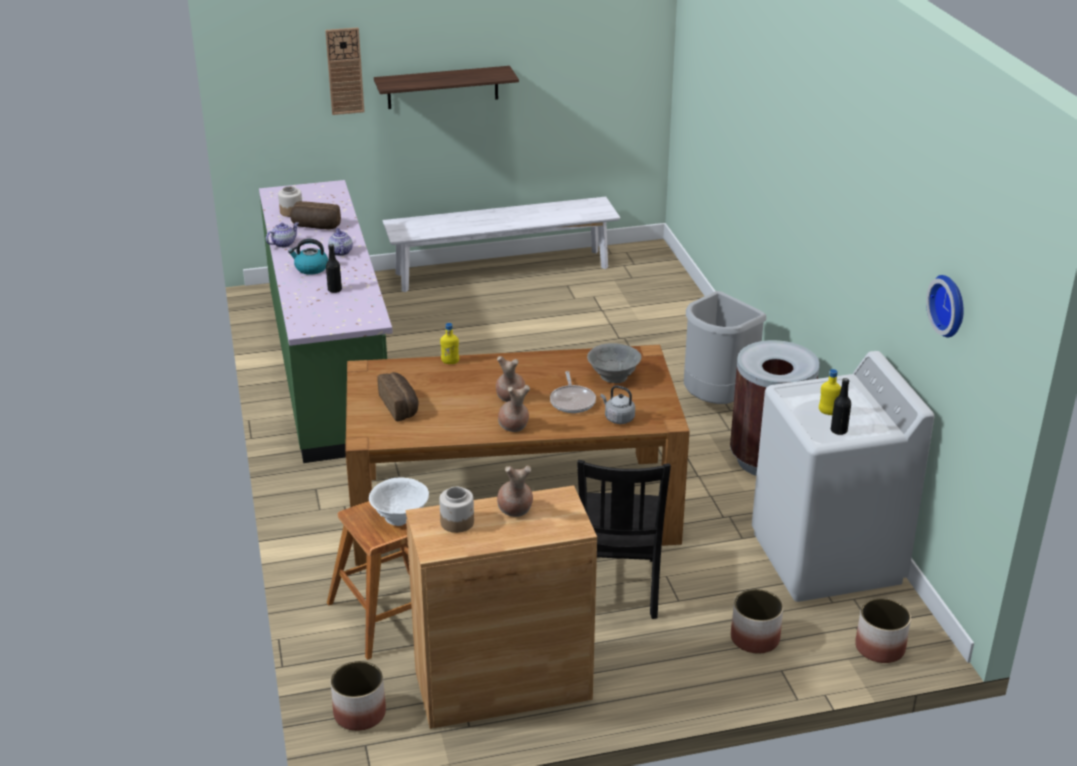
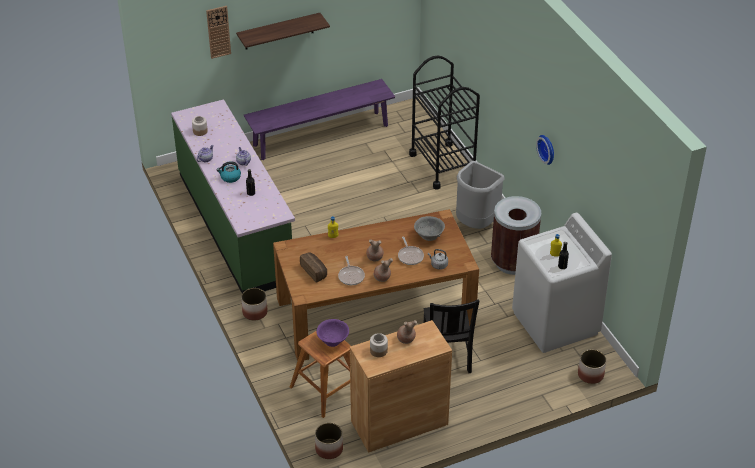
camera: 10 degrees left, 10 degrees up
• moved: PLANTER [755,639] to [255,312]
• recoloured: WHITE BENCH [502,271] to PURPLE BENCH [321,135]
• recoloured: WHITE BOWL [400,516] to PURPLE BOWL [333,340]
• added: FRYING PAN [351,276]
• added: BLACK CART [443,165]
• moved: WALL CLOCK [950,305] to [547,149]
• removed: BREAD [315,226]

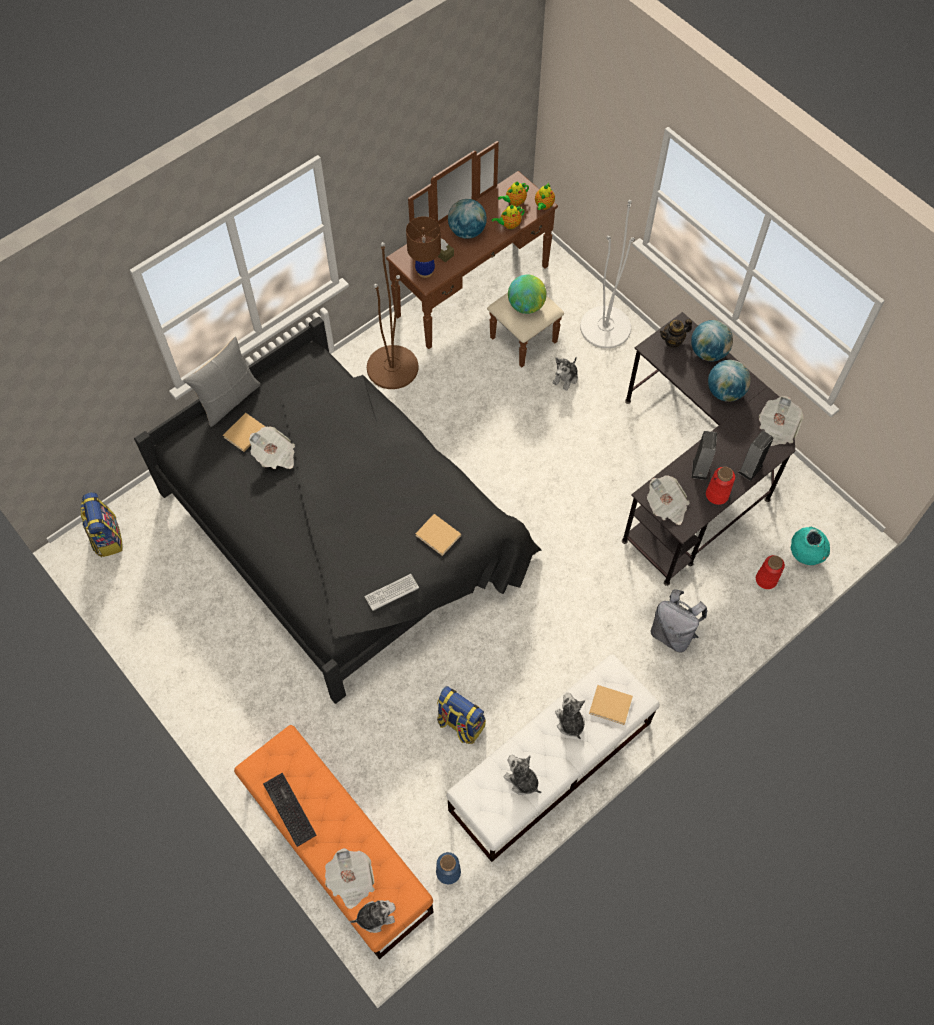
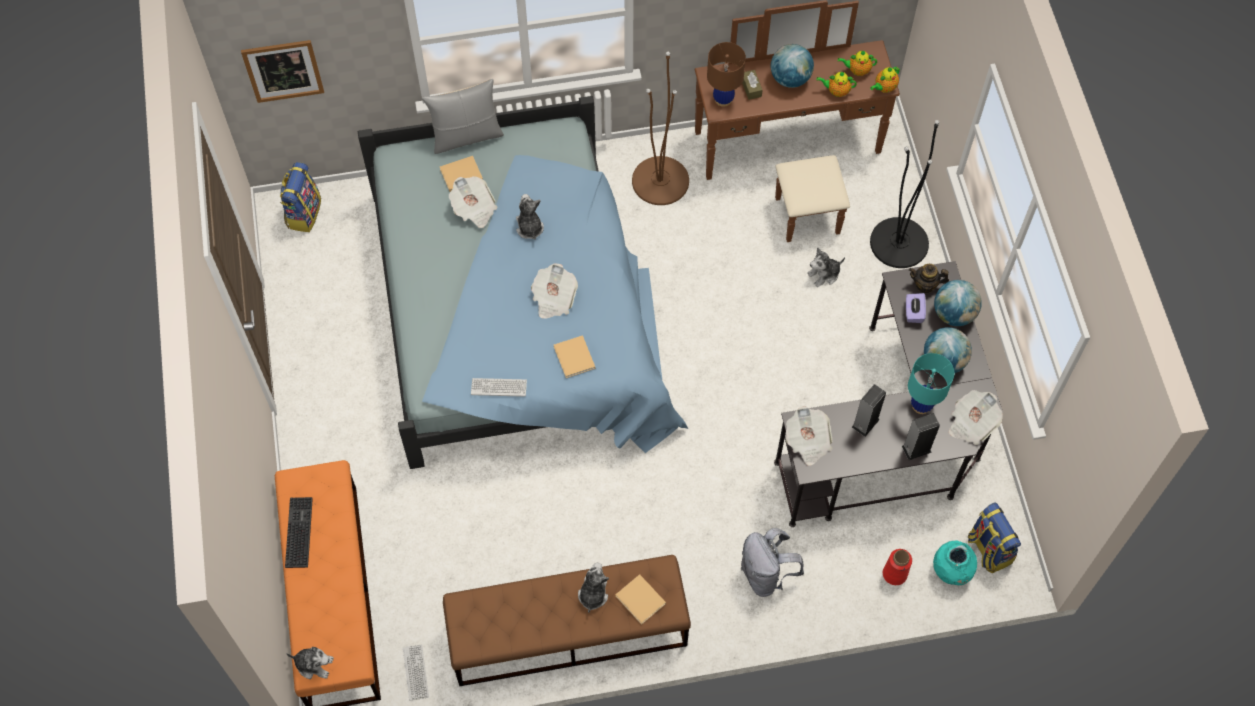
camera: 30 degrees right, 0 degrees up
• added: PICTURE [283,70]
• recoloured: BLACK BED [346,529] to BLUE BED [519,314]
• replaced: BLUE VASE [448,872] to KEYBOARD [415,672]
• recoloured: WHITE BENCH [550,766] to BROWN BENCH [567,632]
• moved: PLUSH TOY [522,780] to [529,227]
• moved: NEWSPAPER [351,881] to [553,299]
• recoloured: WHITE FLOOR LAMP [605,327] to BLACK FLOOR LAMP [899,243]
• added: PURPLE TISSUE BOX [913,313]
• added: TURQUOISE TABLE LAMP [921,405]
• moved: BACKPACK [460,723] to [988,549]
• removed: GLOBE [526,305]
• removed: RED VASE [717,495]

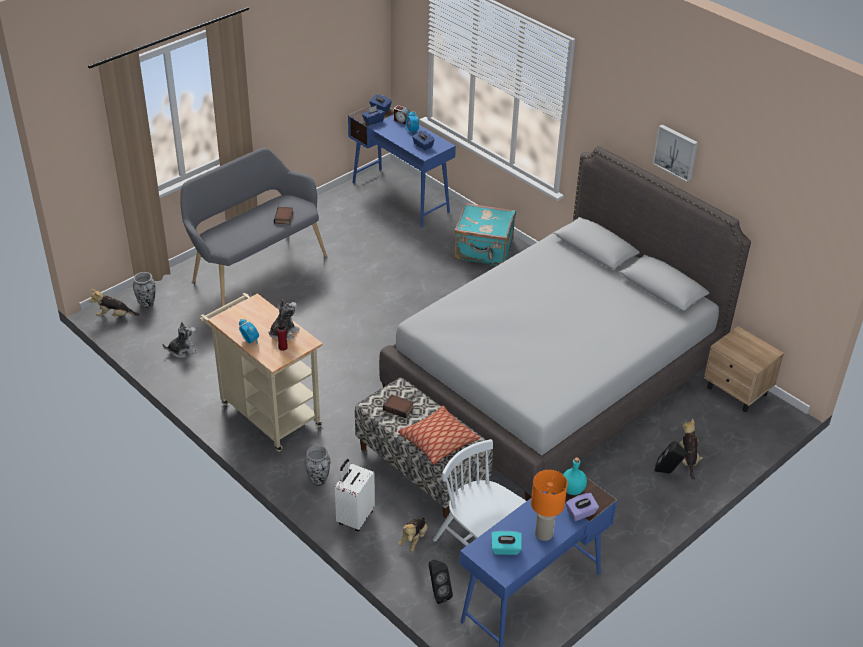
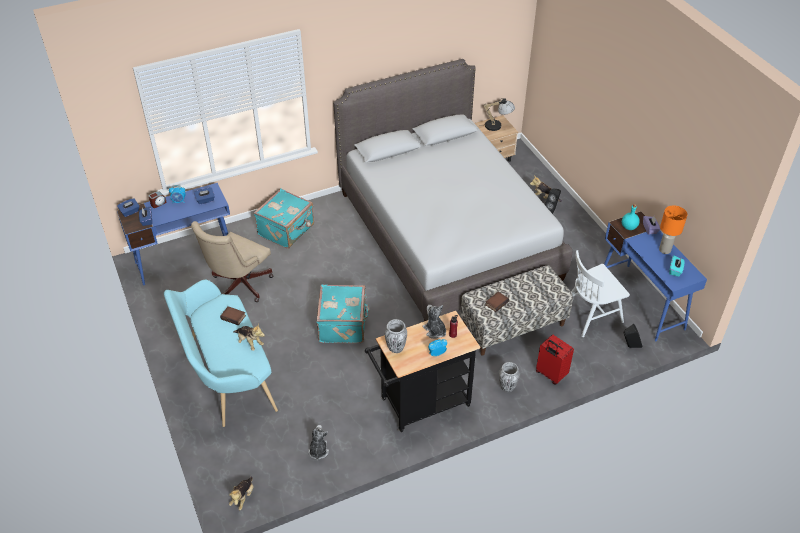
camera: 70 degrees left, 5 degrees up
• recoloured: GREY BENCH [255,267] to TURQUOISE BENCH [227,377]
• added: BEIGE OFFICE CHAIR [238,286]
• moved: PLUSH TOY [414,539] to [250,342]
• added: TURQUOISE SUITCASE [344,325]
• recoloured: BEIGE CART [266,411] to BLACK CART [420,405]
• moved: VASE [147,304] to [396,348]
• added: TABLE LAMP [497,126]
• recoloured: WHITE SUITCASE [355,517] to RED SUITCASE [550,374]
• removed: PILLOW [438,441]
• removed: PICTURE [676,152]

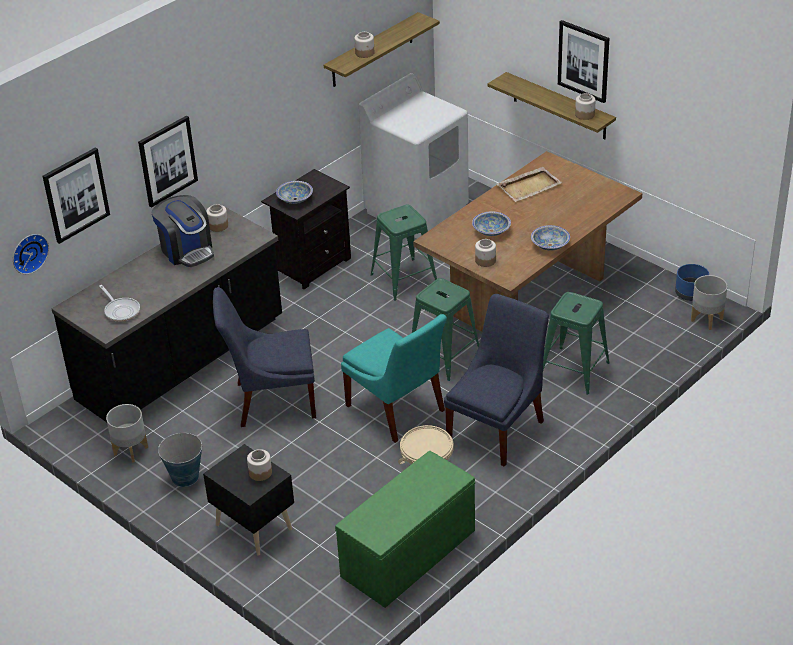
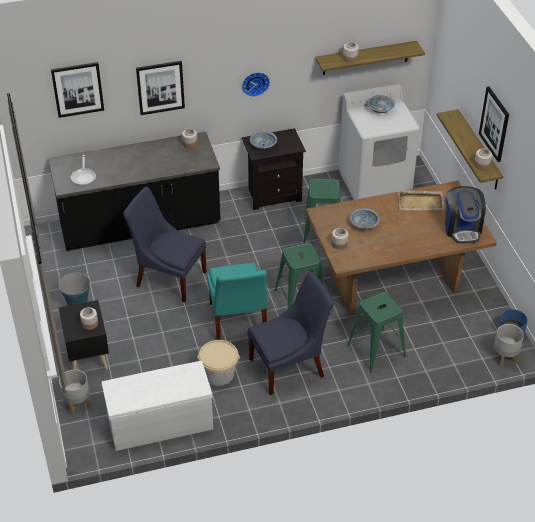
camera: 30 degrees right, 5 degrees up
• moved: GREY PLANTER [131,450] to [77,403]
• recoloured: GREEN BENCH [408,554] to WHITE BENCH [159,423]
• moved: WALL CLOCK [28,252] to [255,83]
• moved: BOWL [550,245] to [380,109]
• moved: COFFEE MACHINE [187,250] to [462,228]

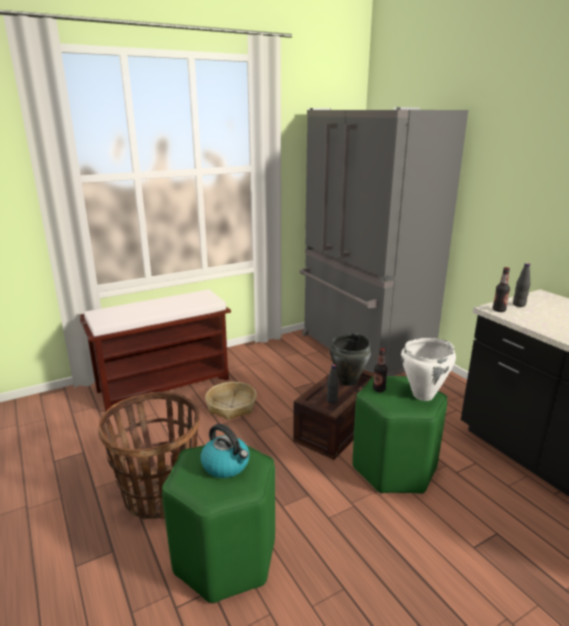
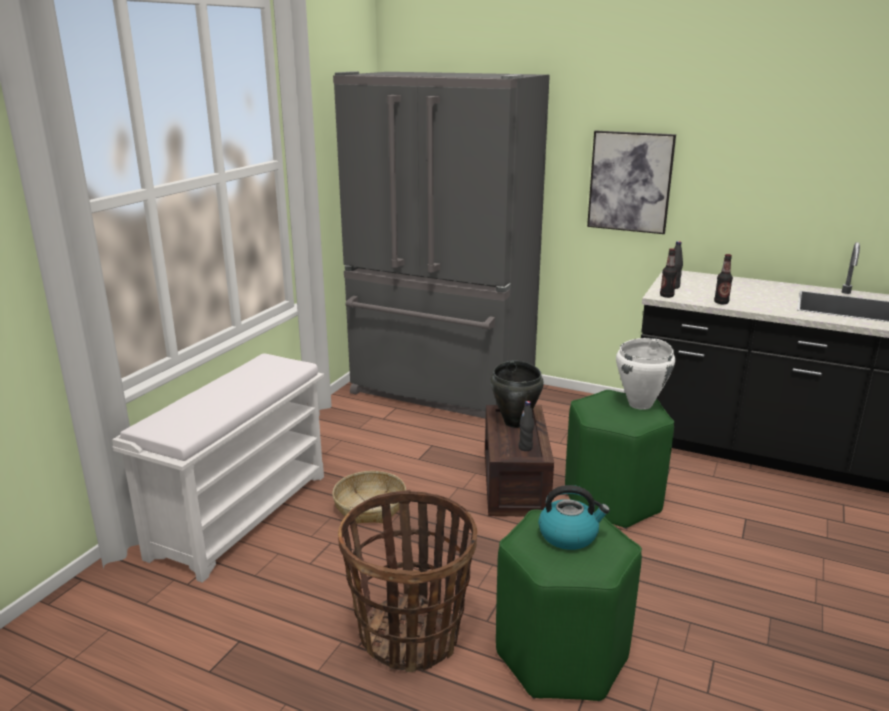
camera: 35 degrees left, 0 degrees up
• recoloured: BROWN BENCH [165,384] to WHITE BENCH [241,514]
• added: PICTURE [630,182]
• moved: BOTTLE [379,389] to [721,302]

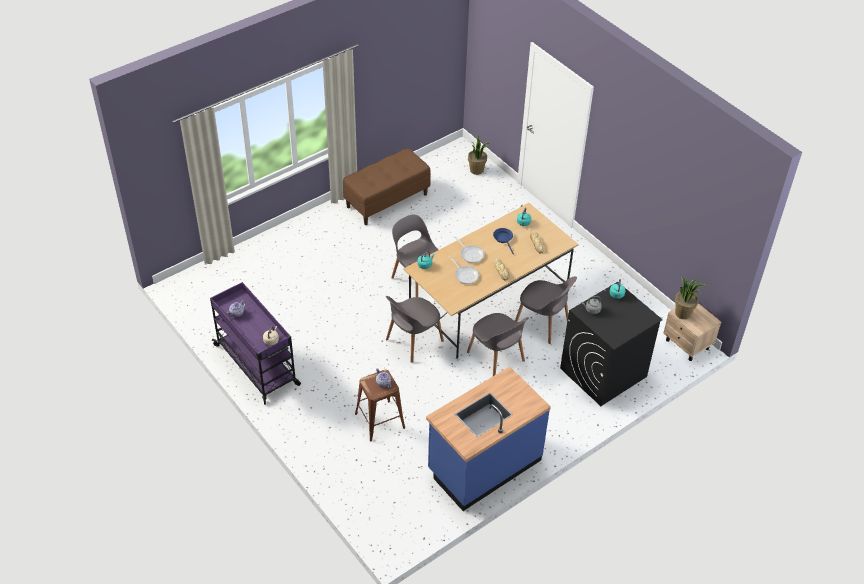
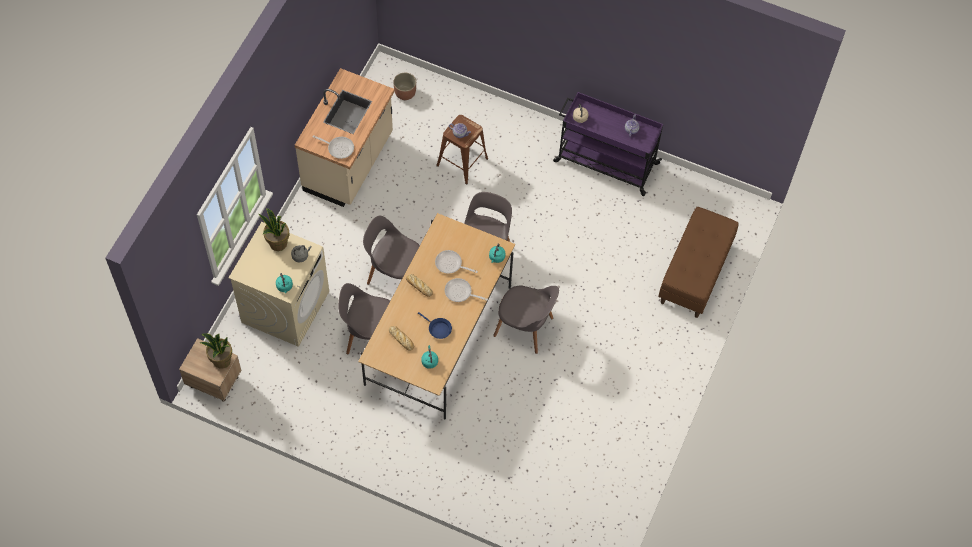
camera: 150 degrees right, 15 degrees up
• recoloured: BLACK WASHING MACHINE [603,373] to BEIGE WASHING MACHINE [285,306]
• moved: POTTED PLANT [477,170] to [278,243]
• recoloured: BLUE COUNTER [484,465] to BEIGE COUNTER [349,163]
• added: FRYING PAN [338,148]
• added: PLANTER [405,93]
• moved: BROWN BENCH [387,200] to [695,274]

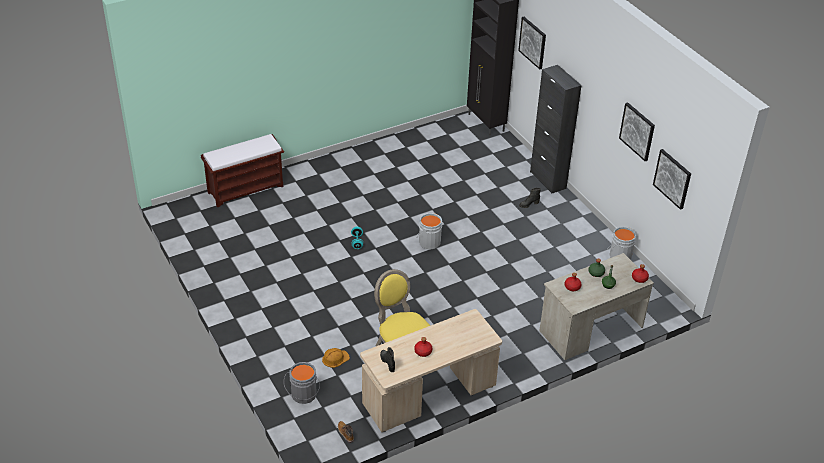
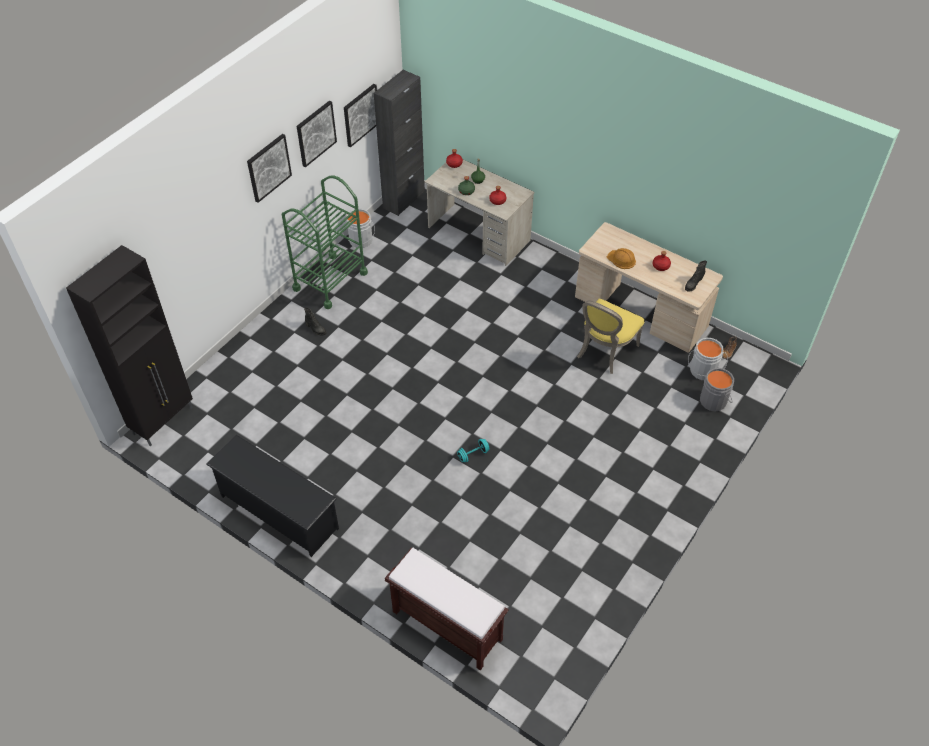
camera: 115 degrees left, 10 degrees up
• added: BLACK SHOE RACK [278,512]
• moved: PICTURE [533,42] to [268,167]
• added: GREEN CART [330,281]
• moved: BLACK CABINET [548,180] to [404,200]
• moved: ORANGE HARD HAT [335,358] to [621,259]
• moved: GREY BUCKET [428,241] to [703,371]

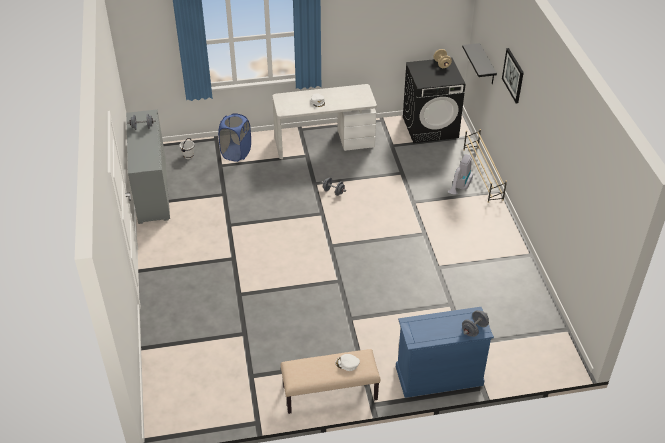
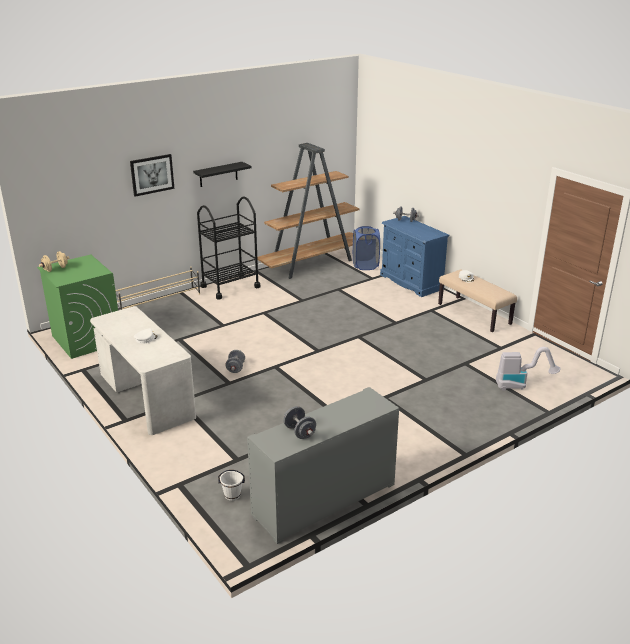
camera: 115 degrees left, 15 degrees down
• recoloured: BLACK WASHING MACHINE [430,127] to GREEN WASHING MACHINE [86,339]
• moved: BLACK SHELF [487,65] to [218,174]
• added: BLACK CART [230,287]
• added: BROWN BOOKCASE [312,263]
• moved: BLUE LAUNDRY BASKET [236,153] to [365,265]
• moved: VACUUM CLEANER [459,188] to [521,385]

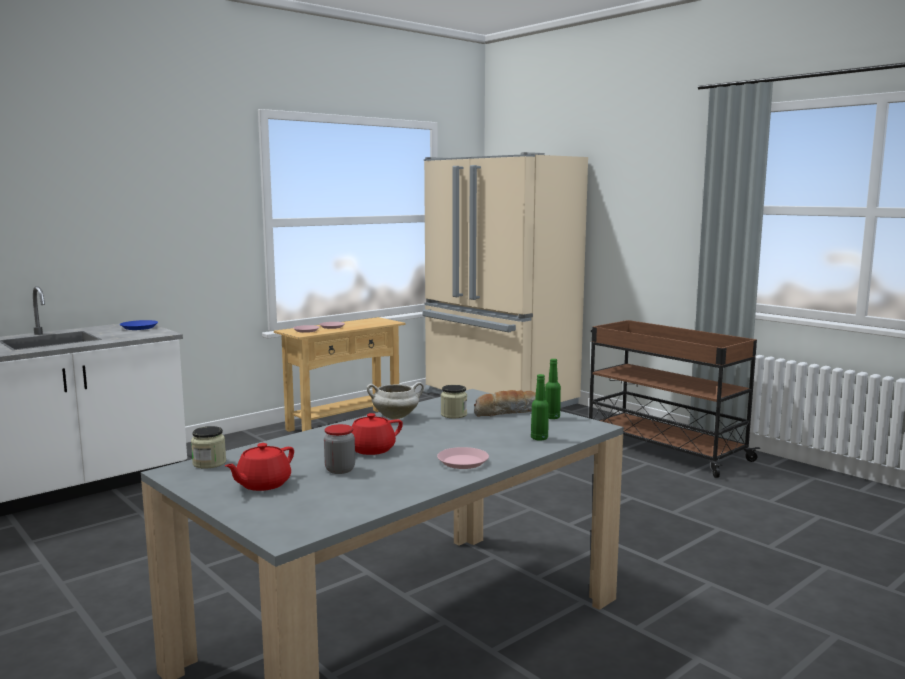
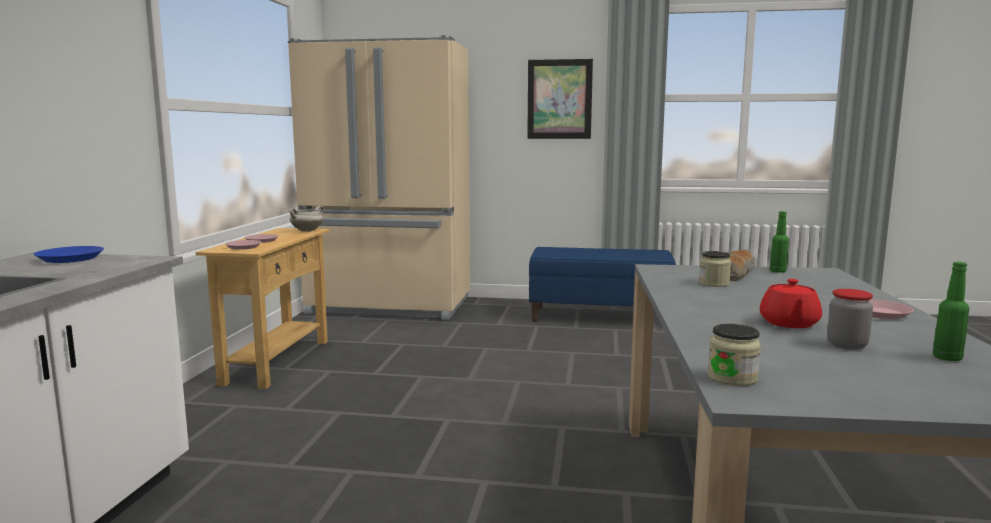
camera: 40 degrees left, 0 degrees up
• moved: WHITE COOKING POT [396,417] to [307,231]
• added: PICTURE [559,99]
• replaced: BROWN CART [662,448] to BLUE BENCH [600,316]
• moved: GREEN BOTTLE [539,438] to [947,358]
• removed: RED TEAPOT [262,484]

